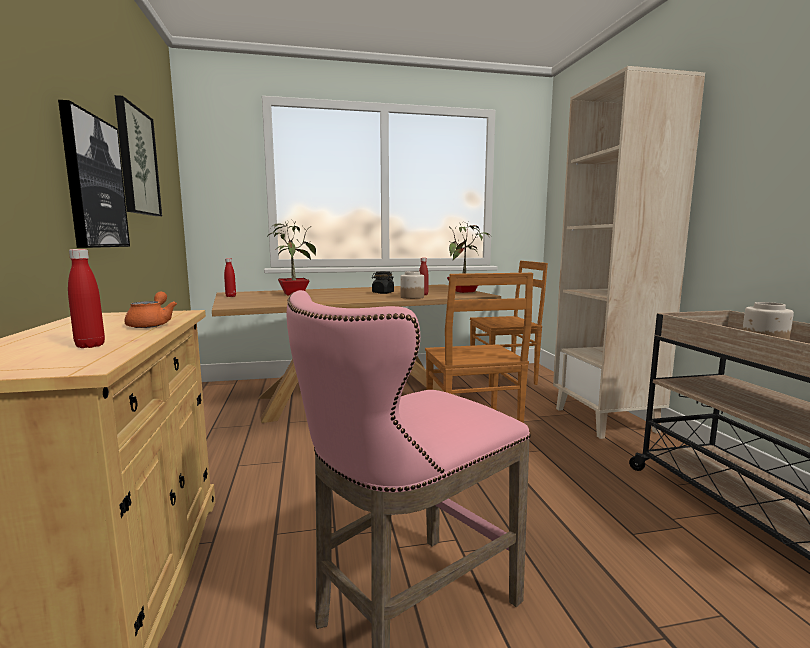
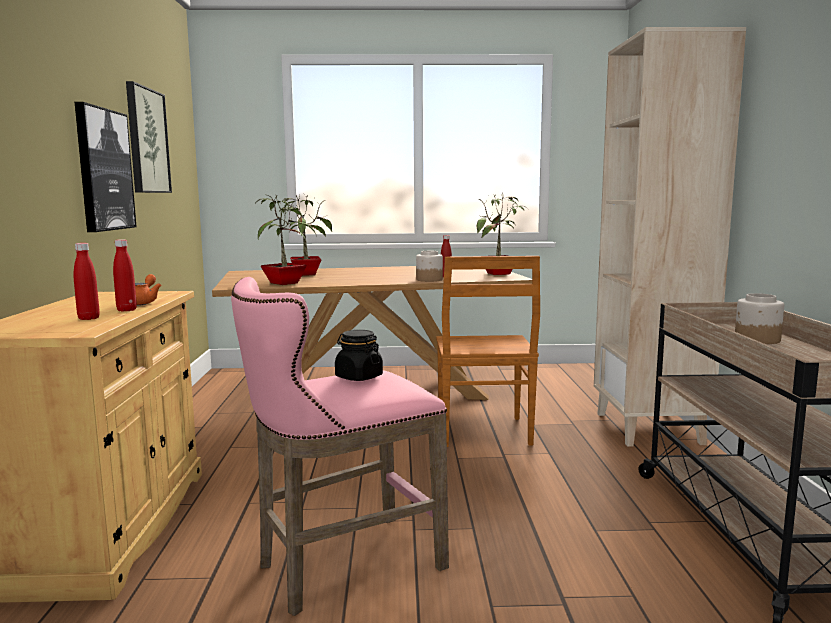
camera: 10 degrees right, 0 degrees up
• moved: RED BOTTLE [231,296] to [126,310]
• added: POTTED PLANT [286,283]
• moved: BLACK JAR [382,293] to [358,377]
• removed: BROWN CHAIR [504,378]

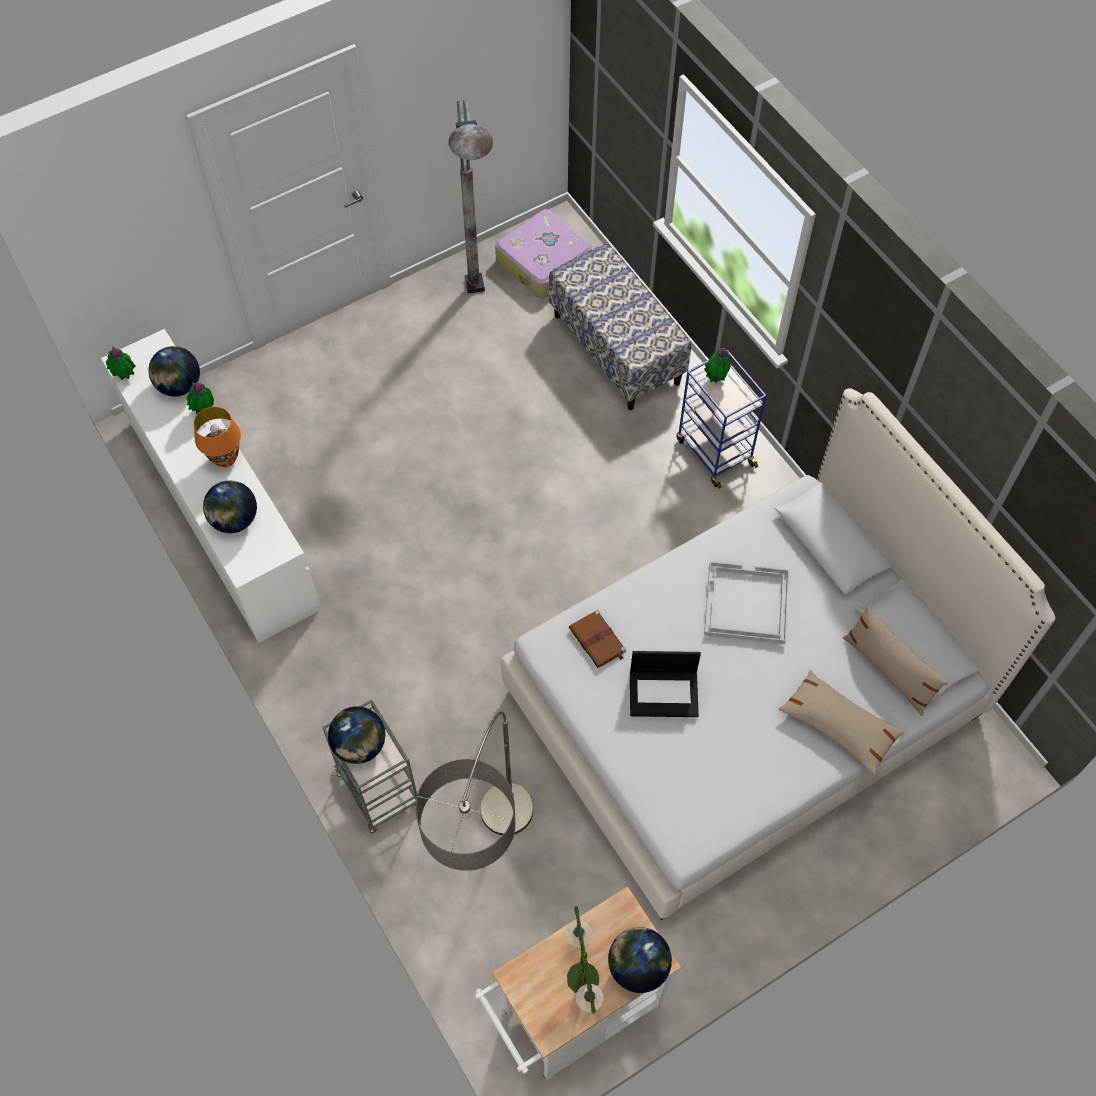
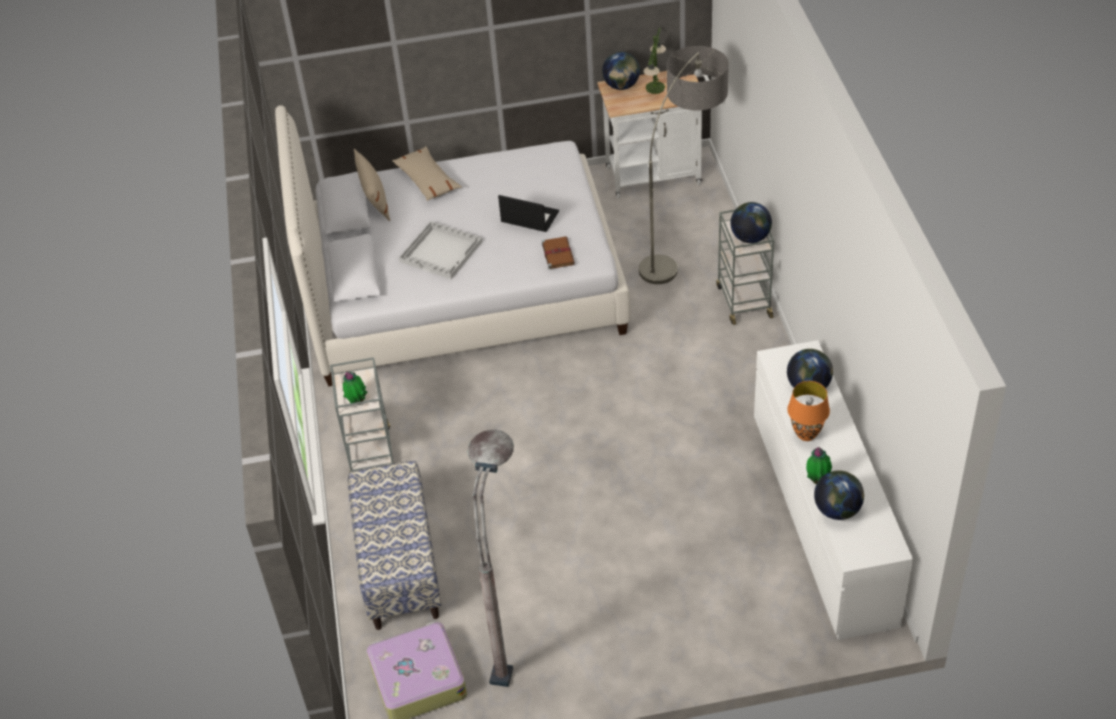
camera: 155 degrees left, 15 degrees down
• recoloured: BLUE CART [714,451] to GREY CART [371,453]
• removed: POTTED PLANT [125,377]

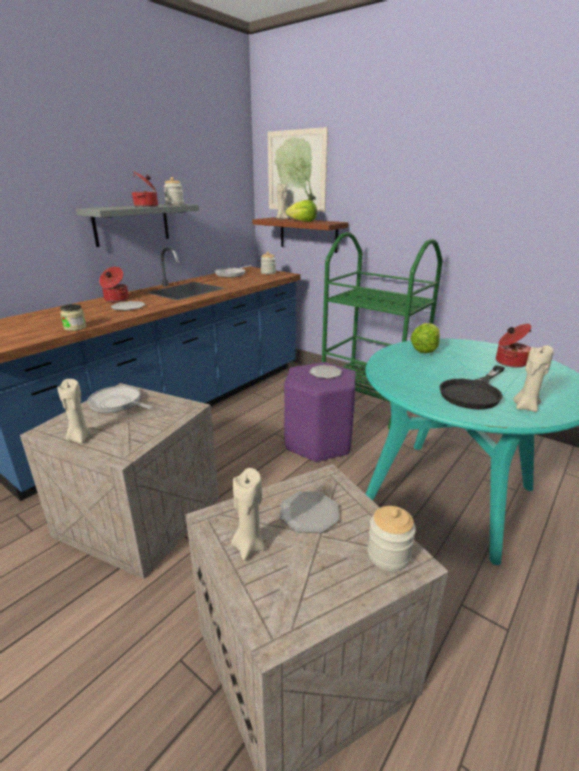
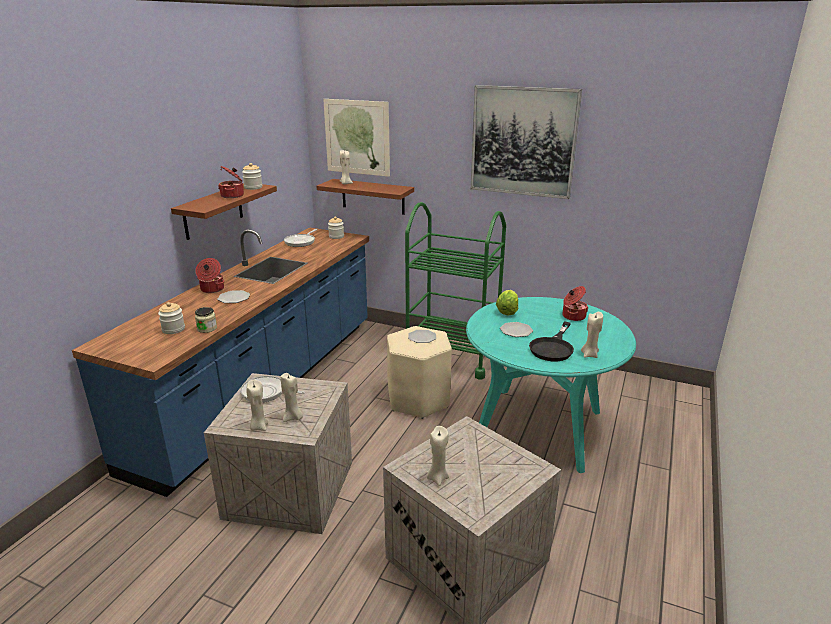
camera: 15 degrees left, 0 degrees up
• moved: JAR [388,555] to [173,329]
• recoloured: GREY SHELF [132,224] to BROWN SHELF [213,211]
• added: BEIGE CANDLE [293,417]
• recoloured: PURPLE STOOL [318,442] to BEIGE STOOL [418,400]
• added: PICTURE [523,141]
• moved: PLATE [309,513] to [516,331]
• removed: LETTUCE [302,221]

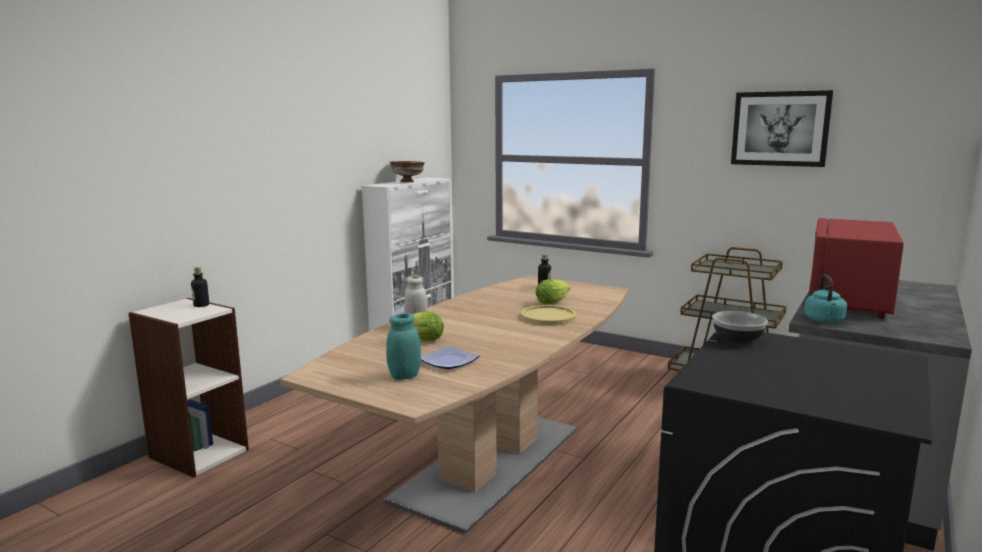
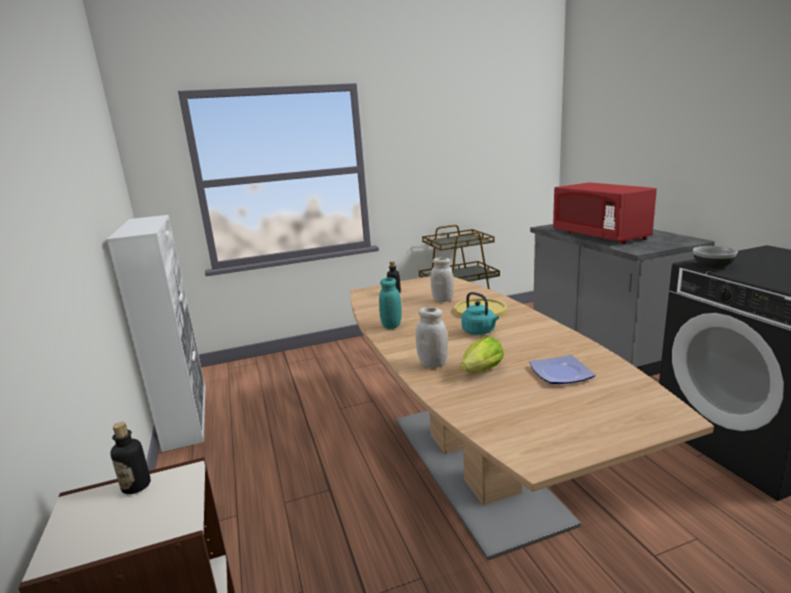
camera: 50 degrees left, 5 degrees up
• moved: TURQUOISE JAR [404,376] to [391,325]
• replaced: LETTUCE [553,302] to WHITE JAR [442,300]
• moved: TURQUOISE KETTLE [824,321] to [480,332]
• removed: BROWN BOWL [407,181]
• removed: PICTURE [780,128]

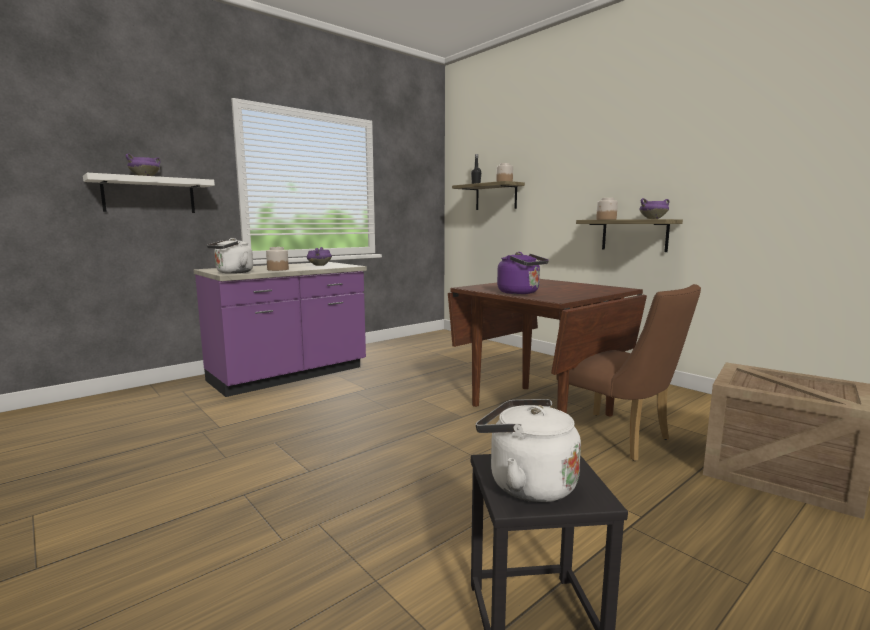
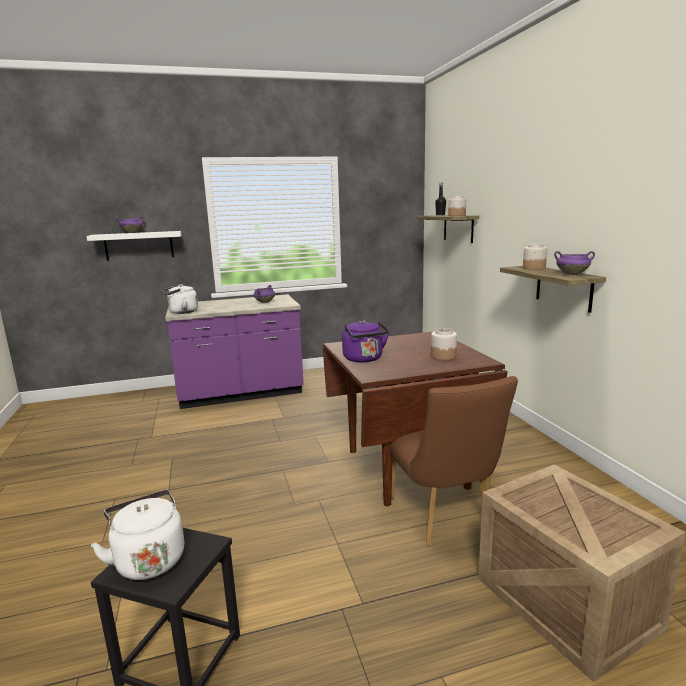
camera: 25 degrees right, 5 degrees up
• moved: JAR [277,269] to [443,356]

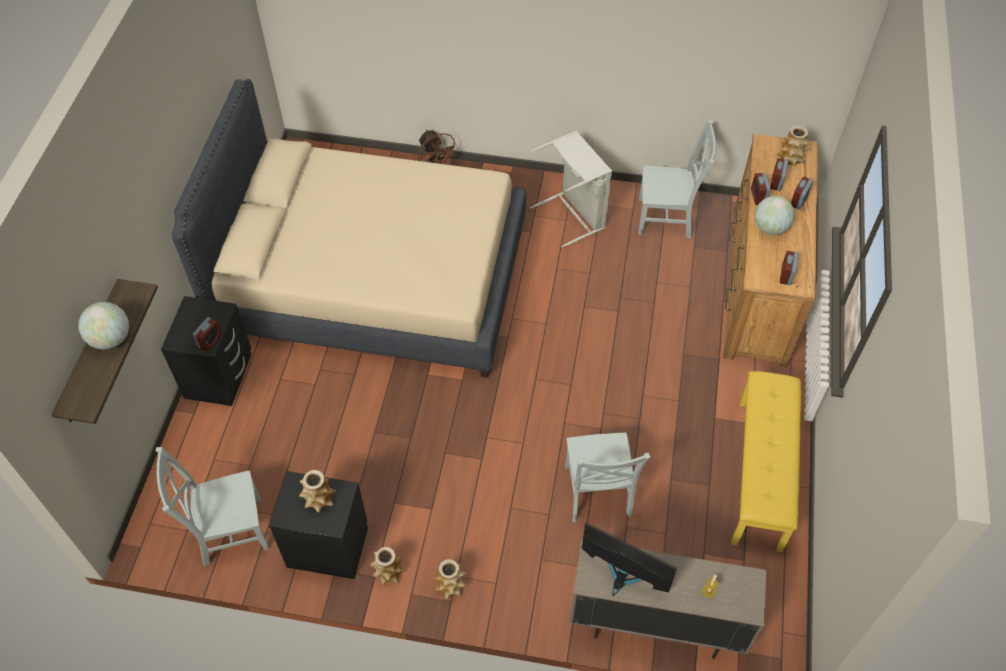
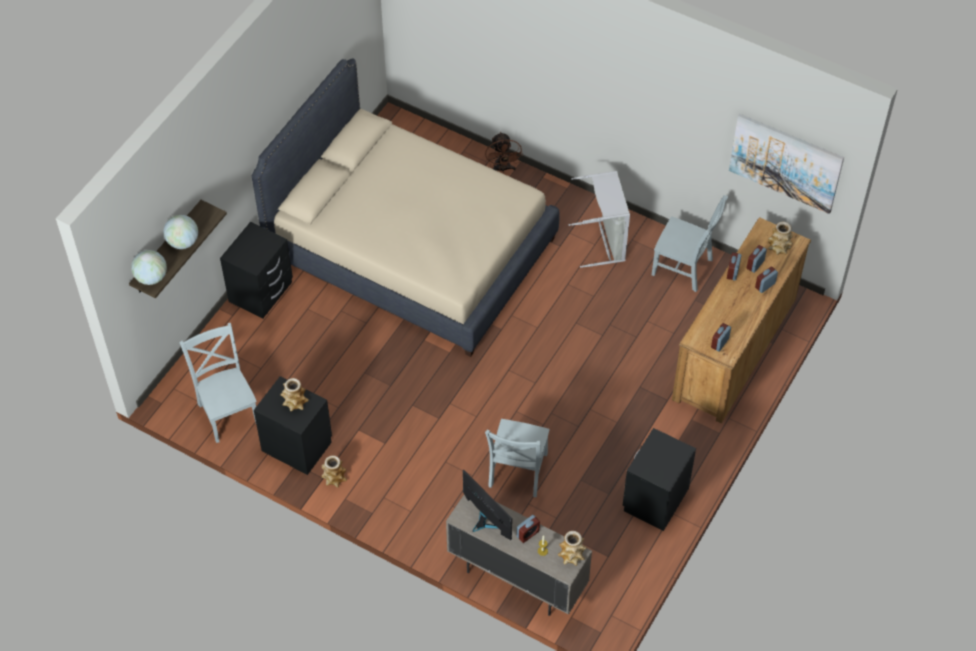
camera: 20 degrees right, 0 degrees up
• moved: GLOBE [770,228] to [151,277]
• turned: GREY CHAIR [228,531] = [228,412] 60 degrees clockwise
• moved: ALARM CLOCK [210,341] to [528,534]
• moved: VASE [450,585] to [571,555]
• replaced: YELLOW BENCH [761,474] to BLACK NIGHTSTAND [654,499]
• added: PICTURE [785,162]

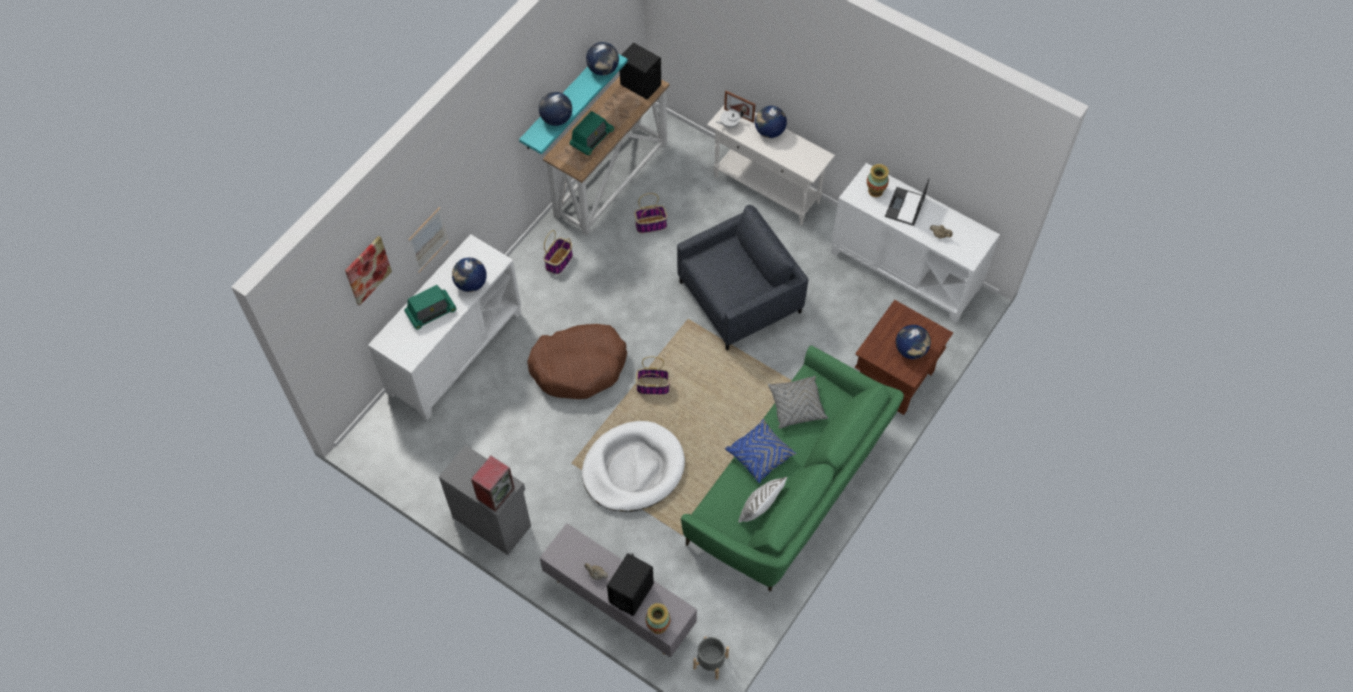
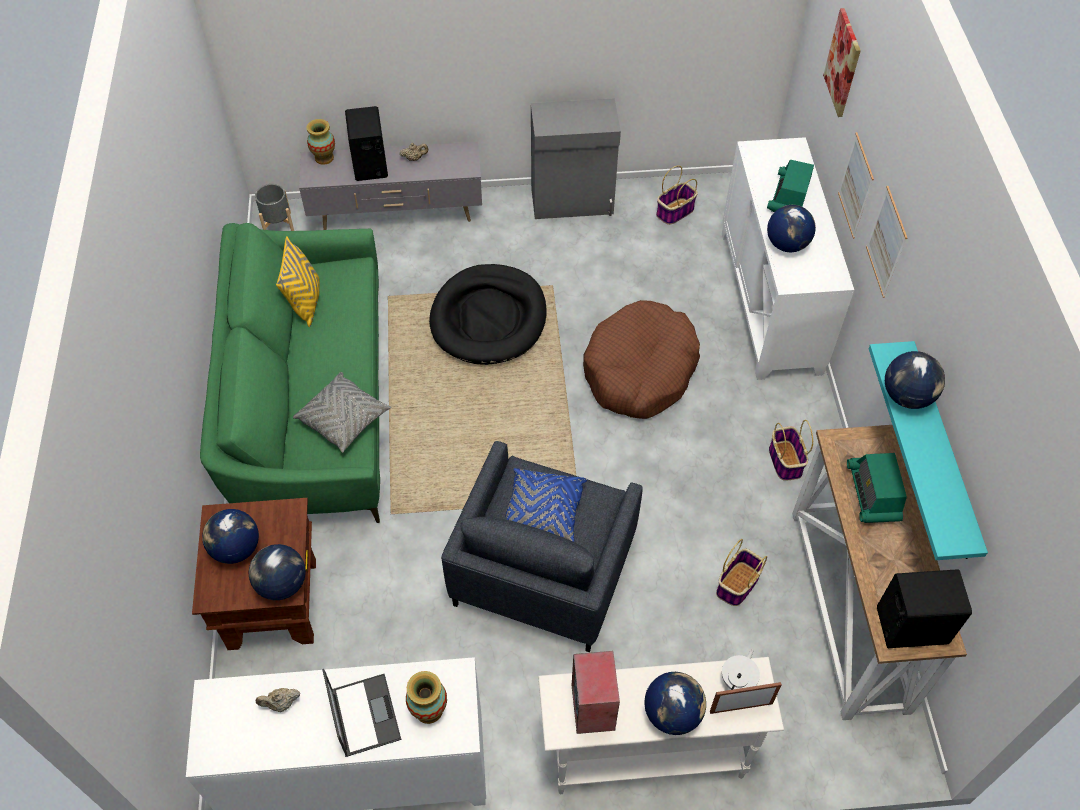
camera: 140 degrees right, 5 degrees down
• moved: GLOBE [603,70] to [281,584]
• recoloured: WHITE PILLOW [760,508] to YELLOW PILLOW [305,302]
• recoloured: WHITE DOG BED [633,469] to BLACK DOG BED [489,318]
• moved: BLUE PILLOW [760,454] to [544,512]
• moved: SPEAKER [495,493] to [594,708]
• moved: BASKET [653,386] to [675,212]
• added: PICTURE [886,242]

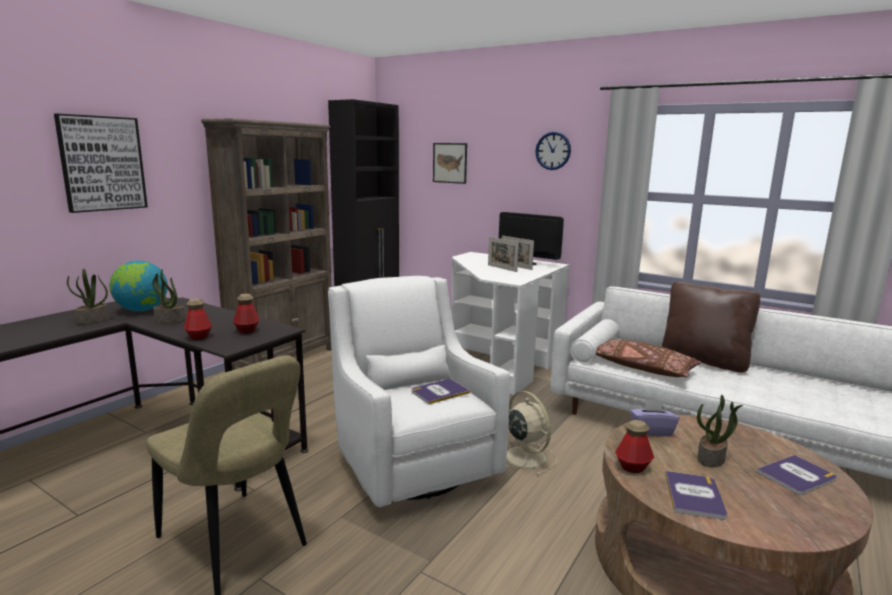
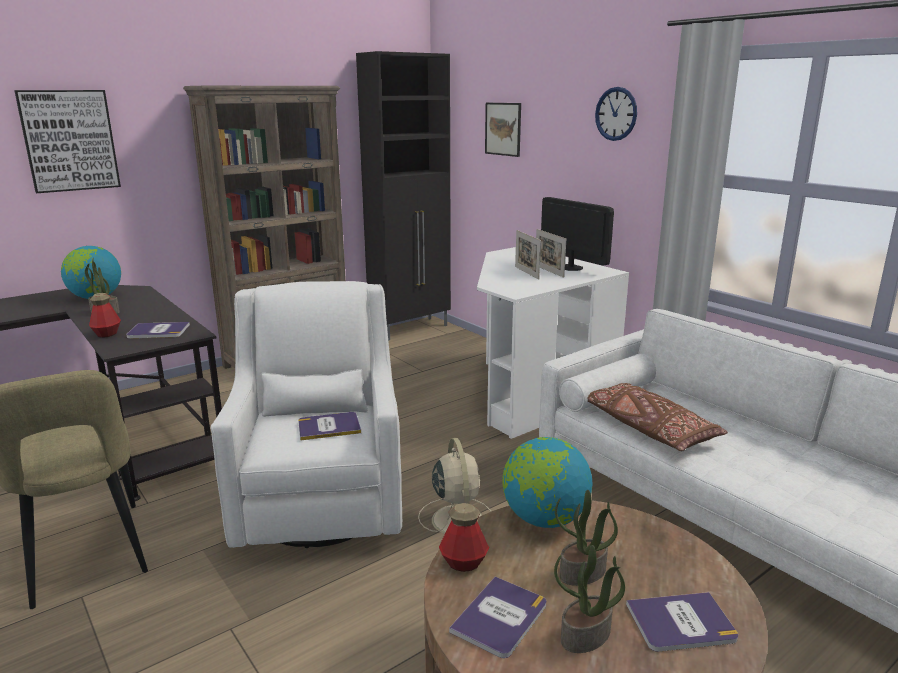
camera: 20 degrees right, 5 degrees up
• replaced: BOTTLE [247,331] to BOOK [158,331]
• replaced: PURPLE TISSUE BOX [651,431] to GLOBE [544,519]
• moved: POTTED PLANT [92,320] to [585,636]
• removed: BROWN PILLOW [703,361]

